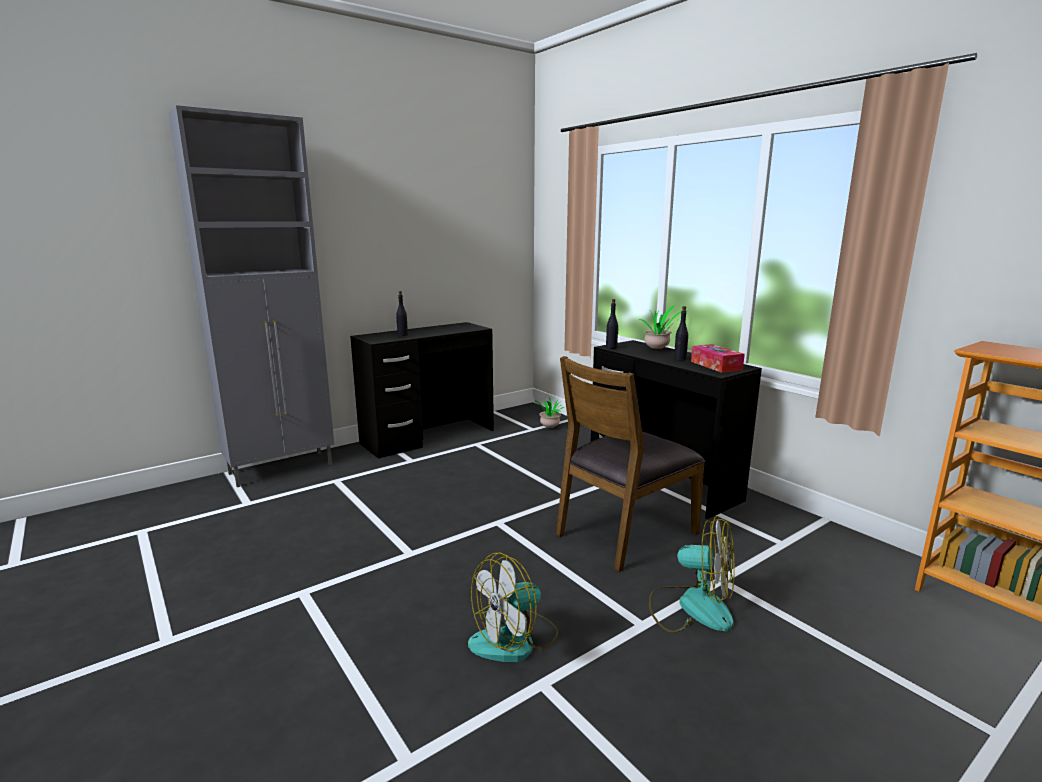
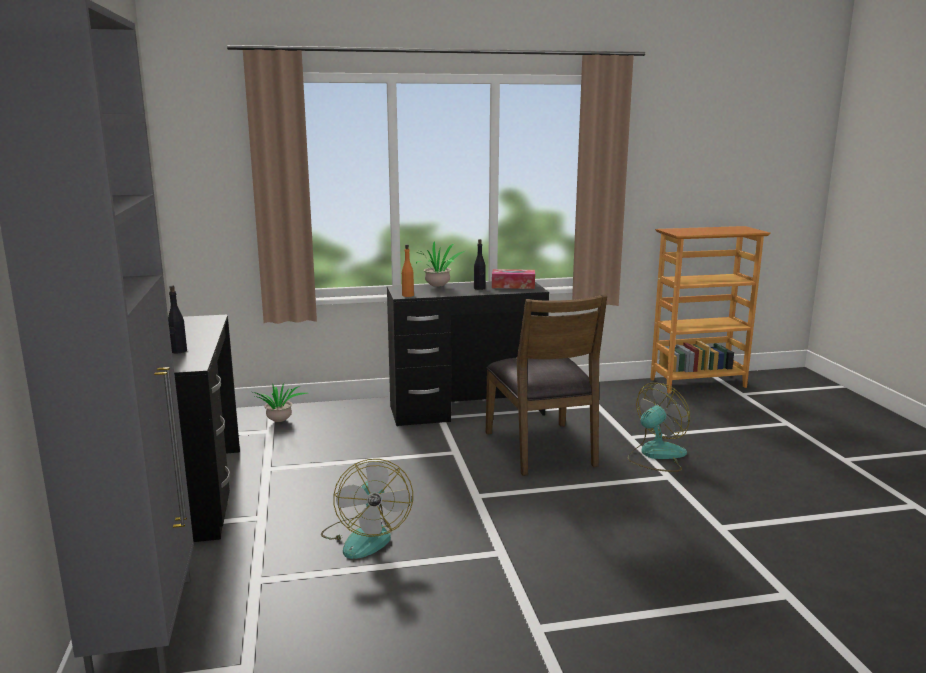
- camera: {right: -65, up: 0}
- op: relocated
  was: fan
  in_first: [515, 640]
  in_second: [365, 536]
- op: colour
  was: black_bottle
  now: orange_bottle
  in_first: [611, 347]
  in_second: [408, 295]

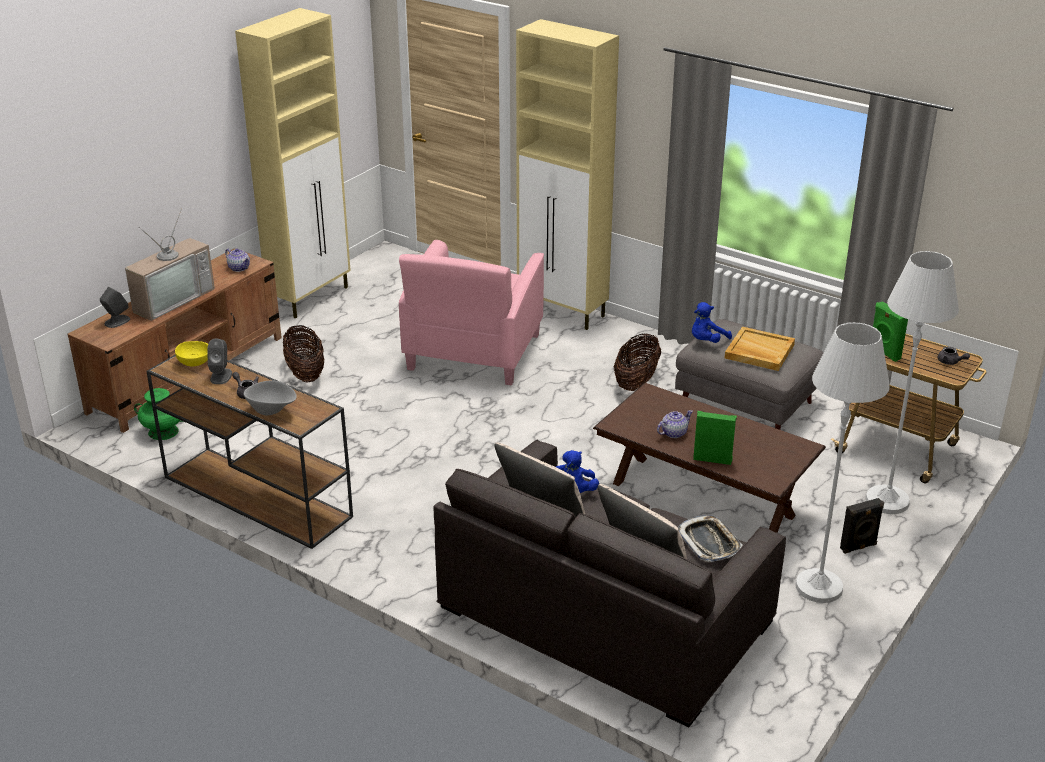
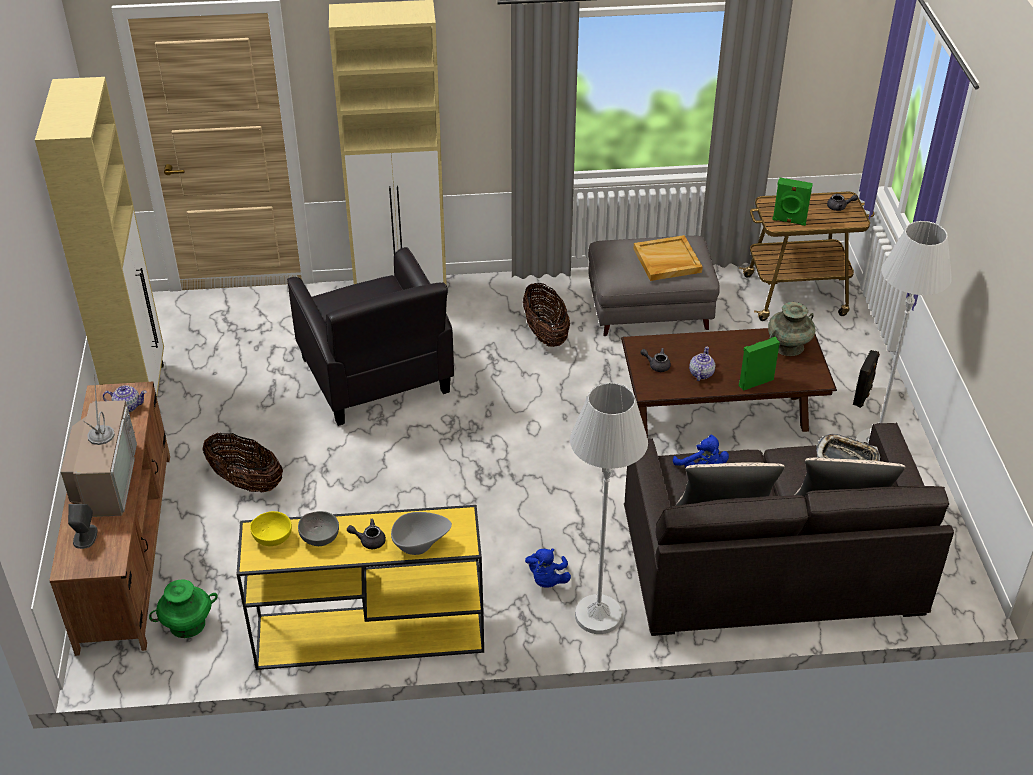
- camera: {right: -40, up: 10}
- op: colour
  was: brown_console_table
  now: yellow_console_table
  in_first: [255, 496]
  in_second: [367, 634]
- op: colour
  was: pink_armchair
  now: black_armchair
  in_first: [473, 353]
  in_second: [375, 376]
- op: exchanged
  was: grey_speaker
  now: grey_bowl
  in_first: [221, 376]
  in_second: [319, 537]
- op: relocated
  was: blue_plush_toy
  in_first: [706, 341]
  in_second: [547, 580]
- op: relocated
  was: white_floor_lamp
  in_first: [887, 501]
  in_second: [598, 615]
- op: appeared
  now: grey_teapot
  in_second: [656, 365]
- op: appeared
  now: turquoise_vase
  in_second: [788, 346]

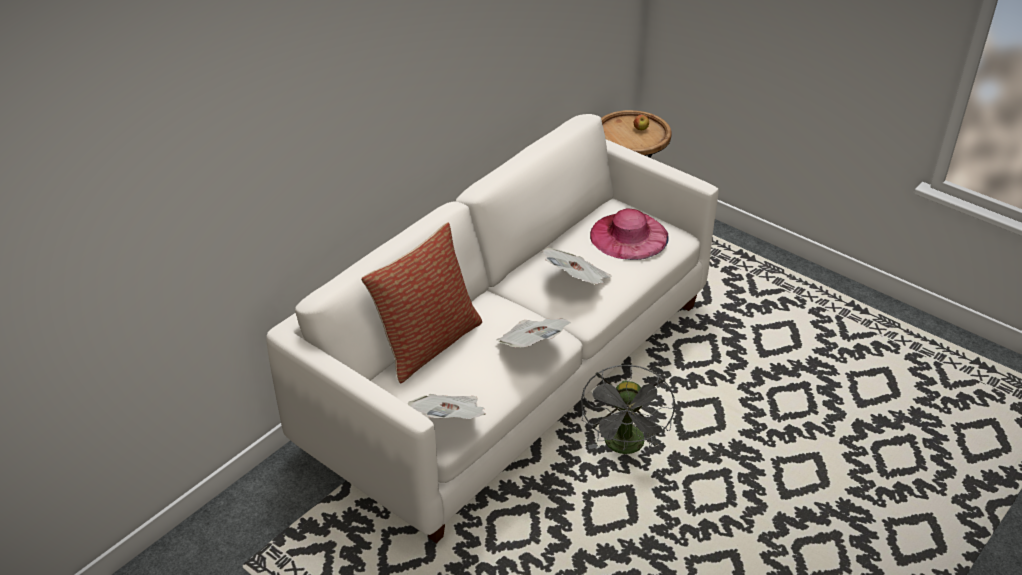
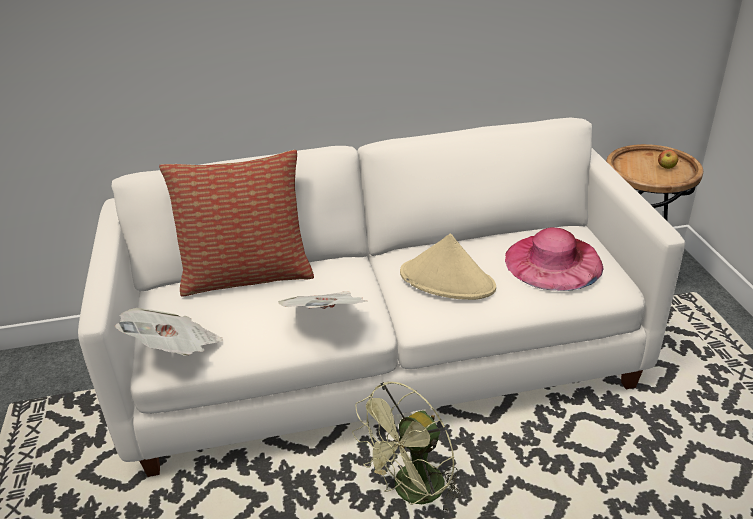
- camera: {right: 40, up: -5}
- op: colour
  was: grey_fan
  now: green_fan
  in_first: [625, 447]
  in_second: [412, 493]
- op: exchanged
  was: newspaper
  now: beige_hat
  in_first: [577, 281]
  in_second: [447, 281]

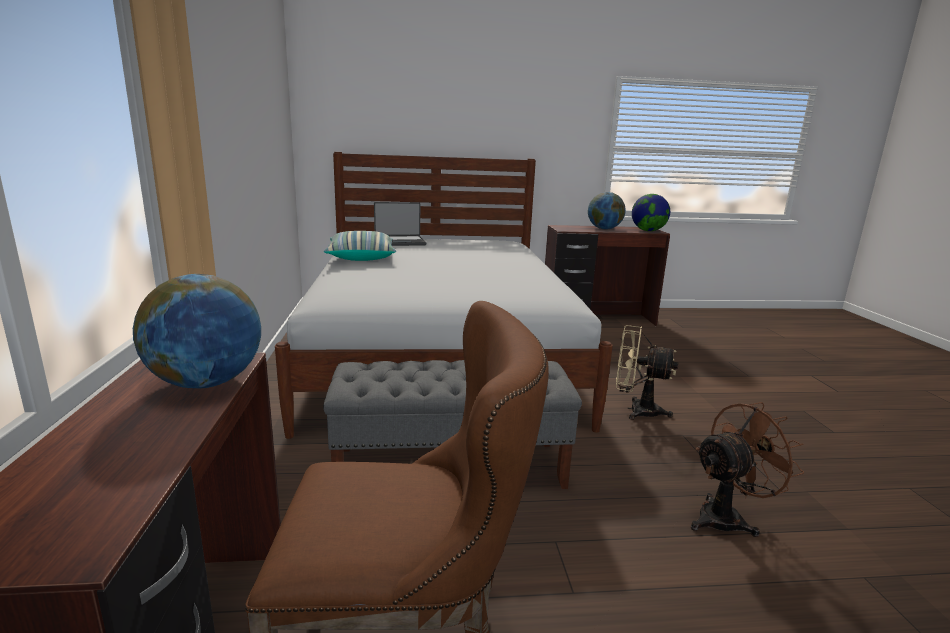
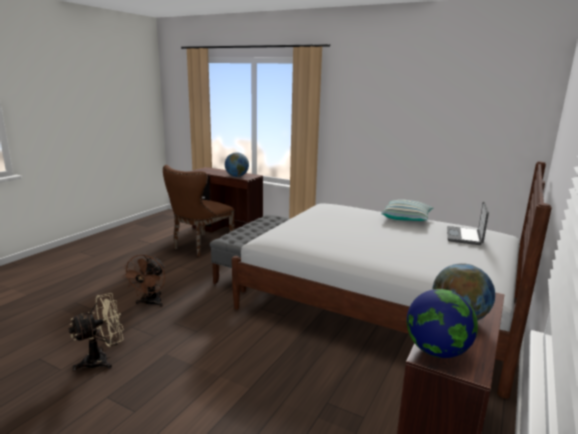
- camera: {right: 125, up: 0}
- op: relocated
  was: beige_fan
  in_first: [636, 410]
  in_second: [102, 360]

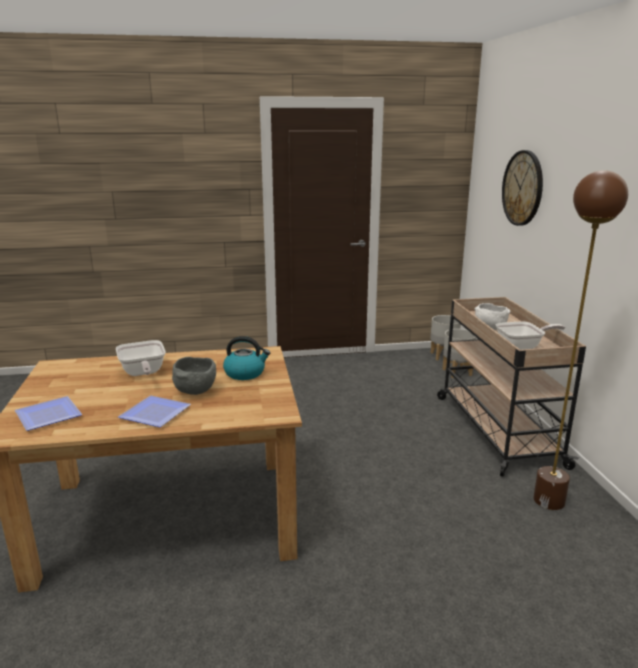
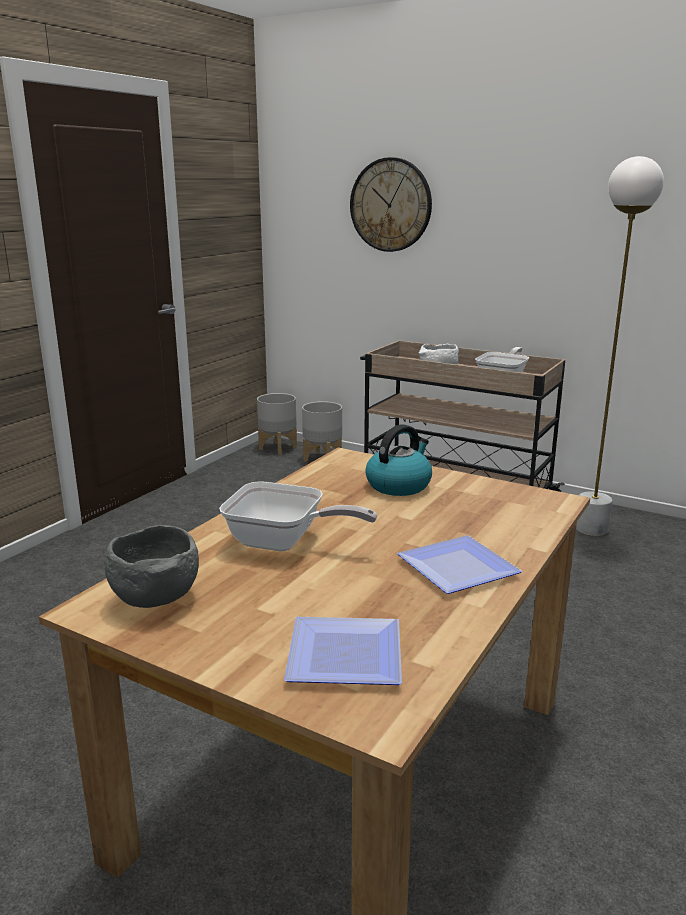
- camera: {right: -50, up: 0}
- op: relocated
  was: grey_bowl
  in_first: [196, 391]
  in_second: [155, 598]
- op: colour
  was: brown_floor_lamp
  now: white_floor_lamp
  in_first: [549, 500]
  in_second: [591, 528]

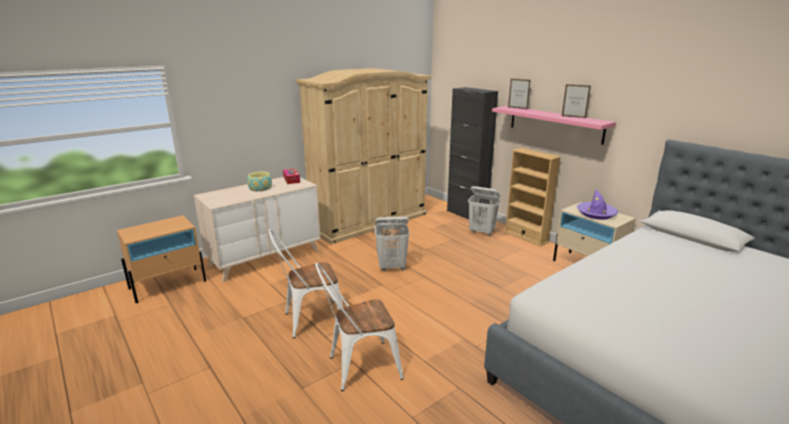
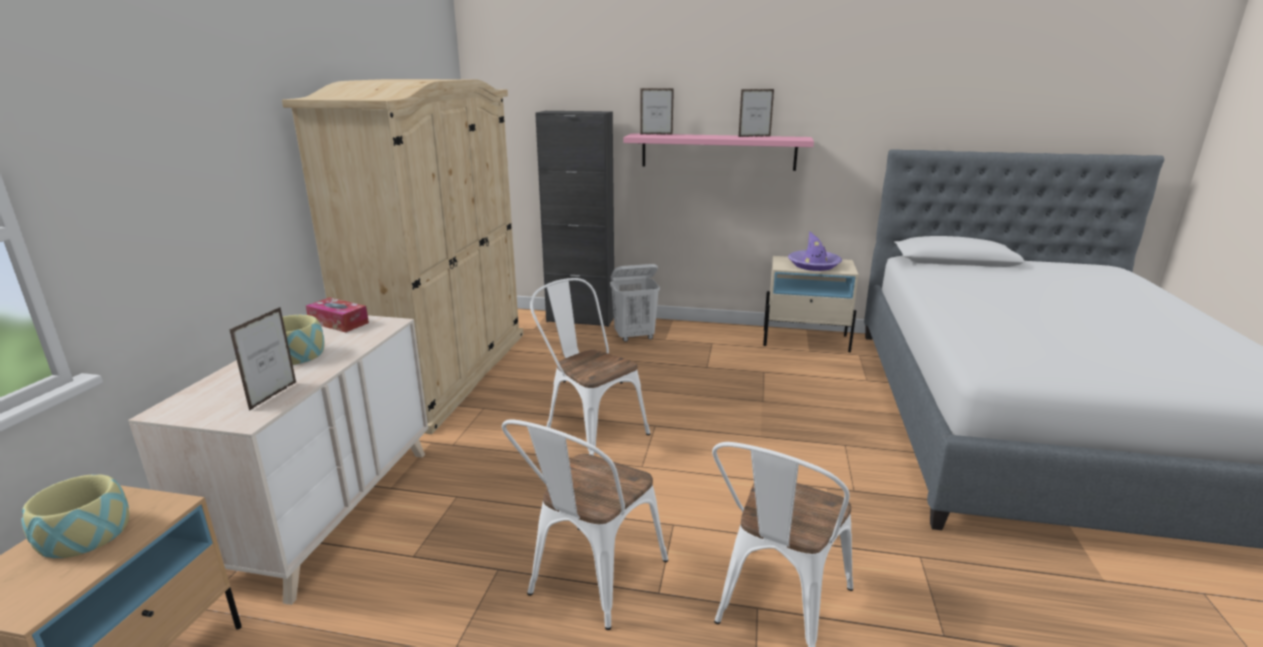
- camera: {right: -40, up: 0}
- op: appeared
  now: bowl
  in_second: [85, 534]
- op: appeared
  now: picture_frame
  in_second: [274, 396]
- op: exchanged
  was: white_laundry_basket
  now: white_chair
  in_first: [392, 267]
  in_second: [589, 431]
- op: missing
  was: beige_bookcase
  in_first: [526, 237]

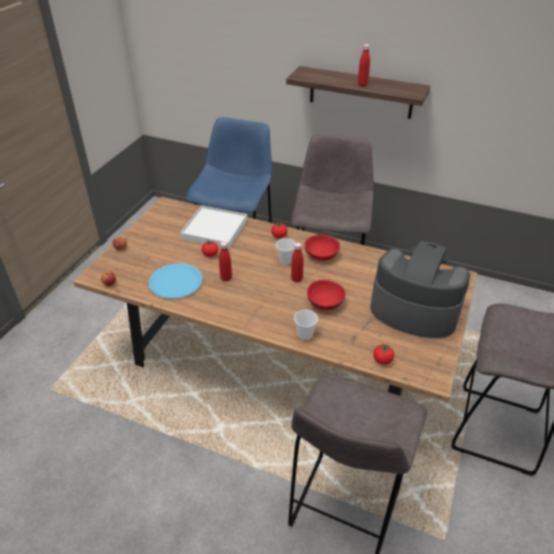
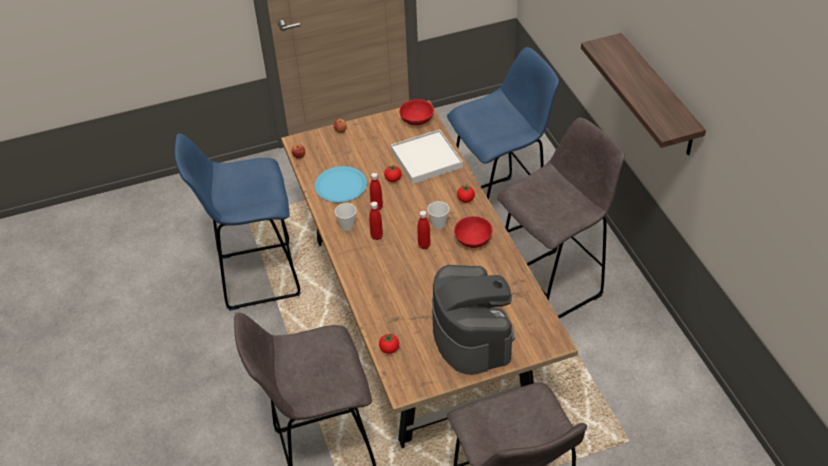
- camera: {right: 50, up: 5}
- op: appeared
  now: blue_stool
  in_second: [255, 276]
- op: relocated
  was: cup
  in_first: [305, 335]
  in_second: [347, 226]
- op: relocated
  was: red_bottle
  in_first: [362, 85]
  in_second: [376, 236]
- op: relocated
  was: red_bowl
  in_first: [324, 303]
  in_second: [416, 119]

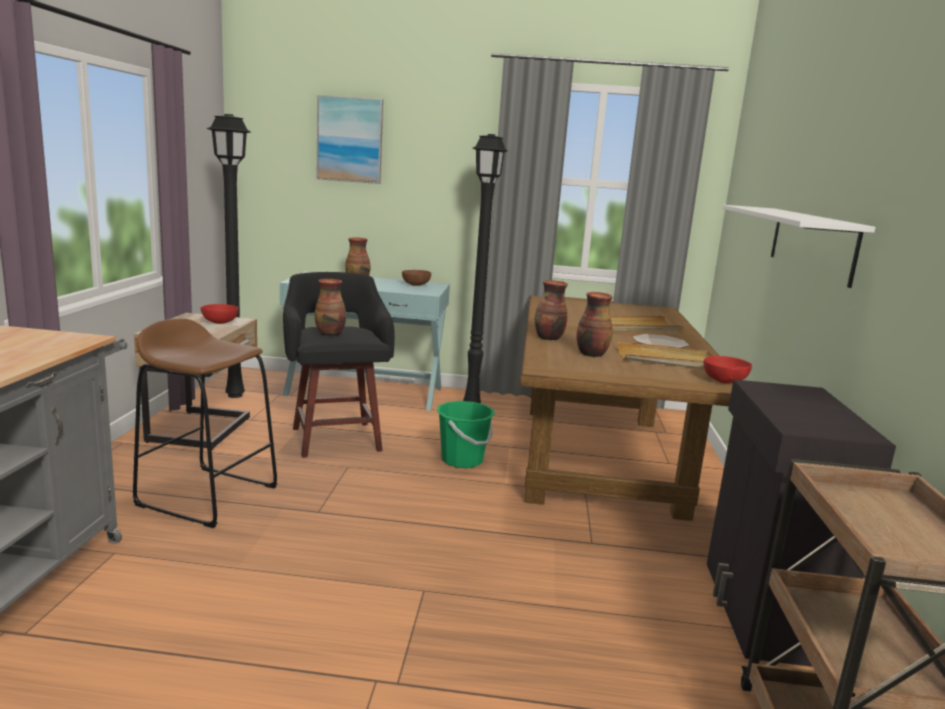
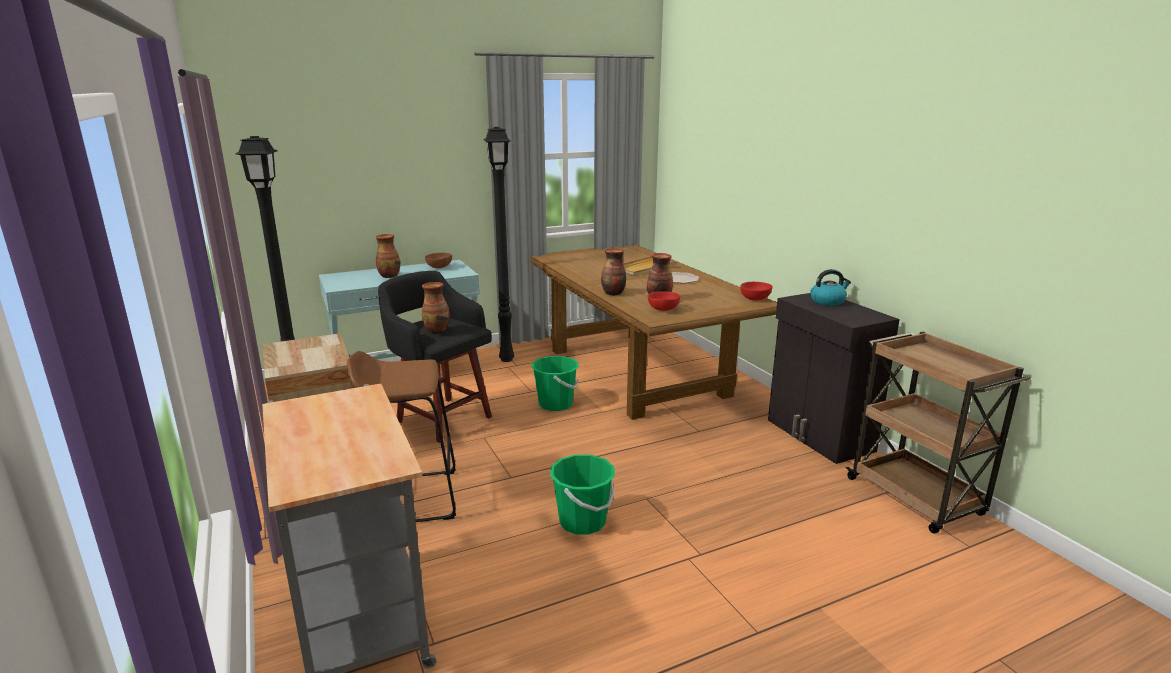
- camera: {right: -30, up: 5}
- op: appeared
  now: green_bucket
  in_second: [582, 522]
- op: relocated
  was: red_bowl
  in_first: [218, 323]
  in_second: [662, 310]
- op: appeared
  now: kettle
  in_second: [828, 301]
- op: missing
  was: picture
  in_first: [350, 140]
- op: missing
  was: beige_tray
  in_first: [667, 360]
- op: missing
  was: white_shelf
  in_first: [811, 243]

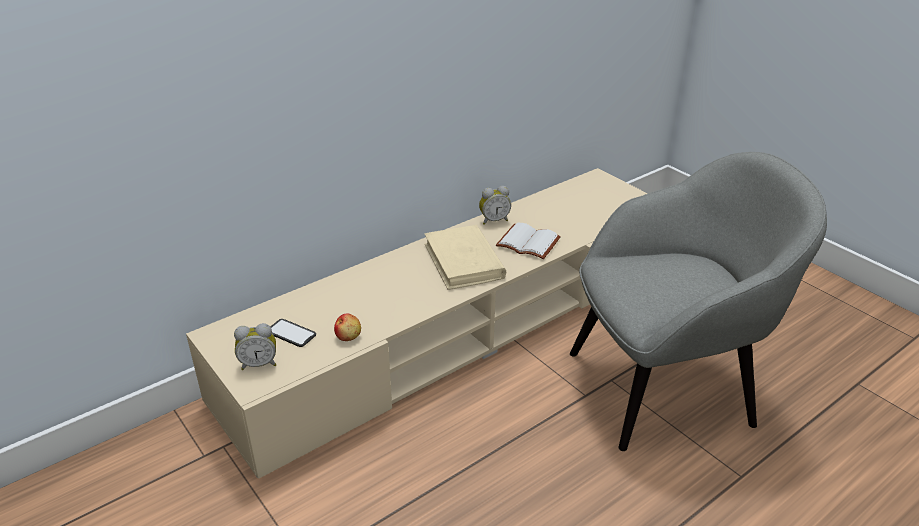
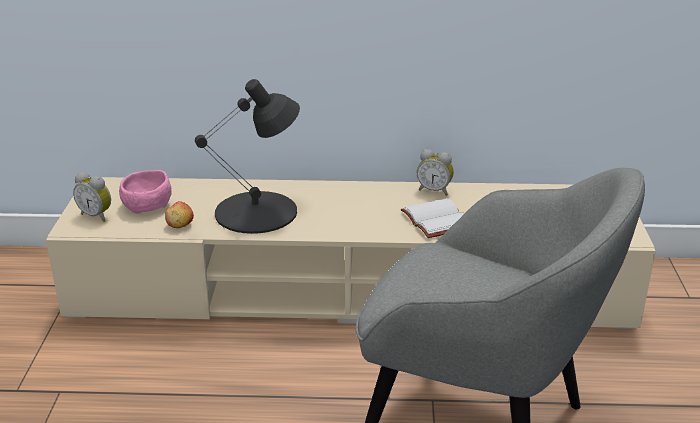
- camera: {right: 40, up: -5}
- op: exchanged
  was: phone
  now: pink_bowl
  in_first: [291, 333]
  in_second: [146, 206]
- op: appeared
  now: black_table_lamp
  in_second: [257, 212]
- op: missing
  was: beige_book
  in_first: [463, 261]

